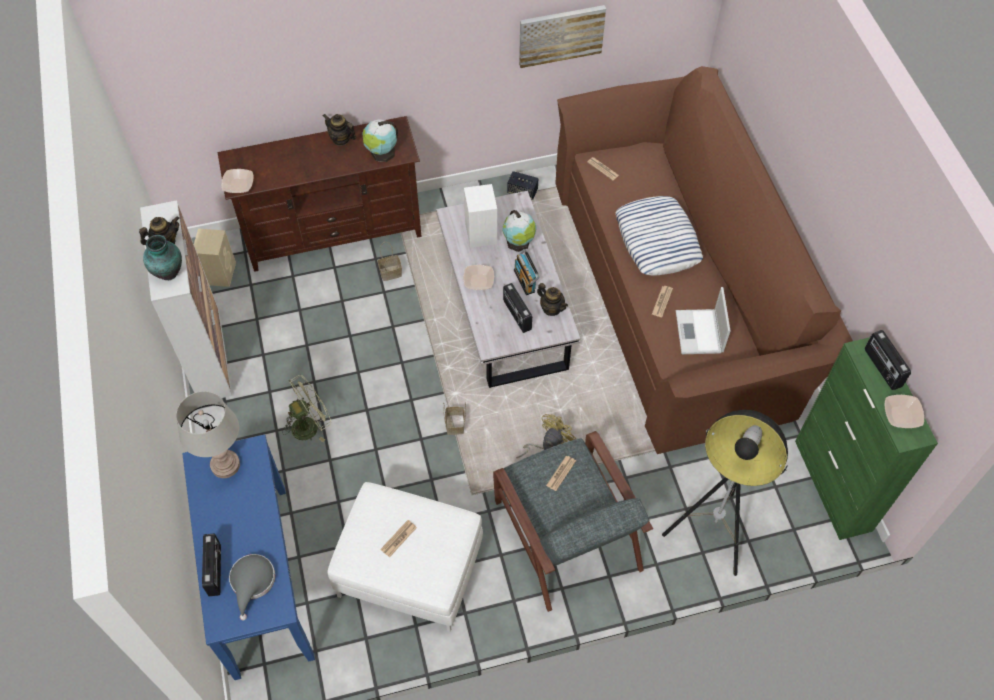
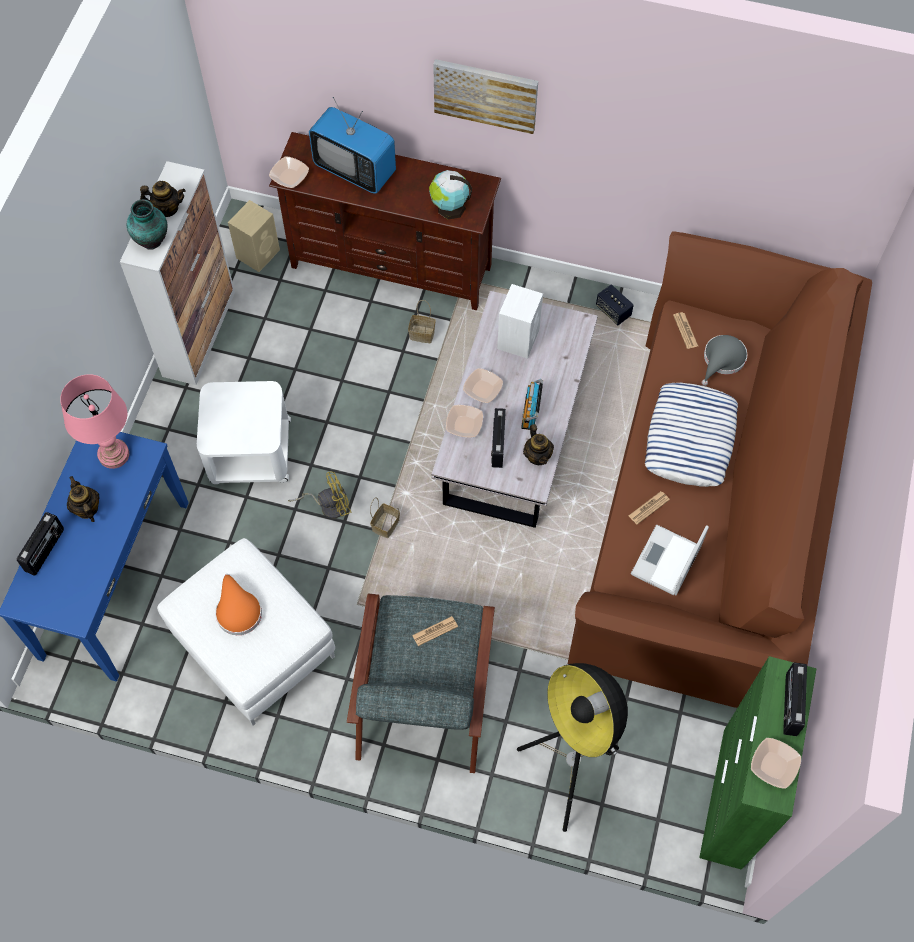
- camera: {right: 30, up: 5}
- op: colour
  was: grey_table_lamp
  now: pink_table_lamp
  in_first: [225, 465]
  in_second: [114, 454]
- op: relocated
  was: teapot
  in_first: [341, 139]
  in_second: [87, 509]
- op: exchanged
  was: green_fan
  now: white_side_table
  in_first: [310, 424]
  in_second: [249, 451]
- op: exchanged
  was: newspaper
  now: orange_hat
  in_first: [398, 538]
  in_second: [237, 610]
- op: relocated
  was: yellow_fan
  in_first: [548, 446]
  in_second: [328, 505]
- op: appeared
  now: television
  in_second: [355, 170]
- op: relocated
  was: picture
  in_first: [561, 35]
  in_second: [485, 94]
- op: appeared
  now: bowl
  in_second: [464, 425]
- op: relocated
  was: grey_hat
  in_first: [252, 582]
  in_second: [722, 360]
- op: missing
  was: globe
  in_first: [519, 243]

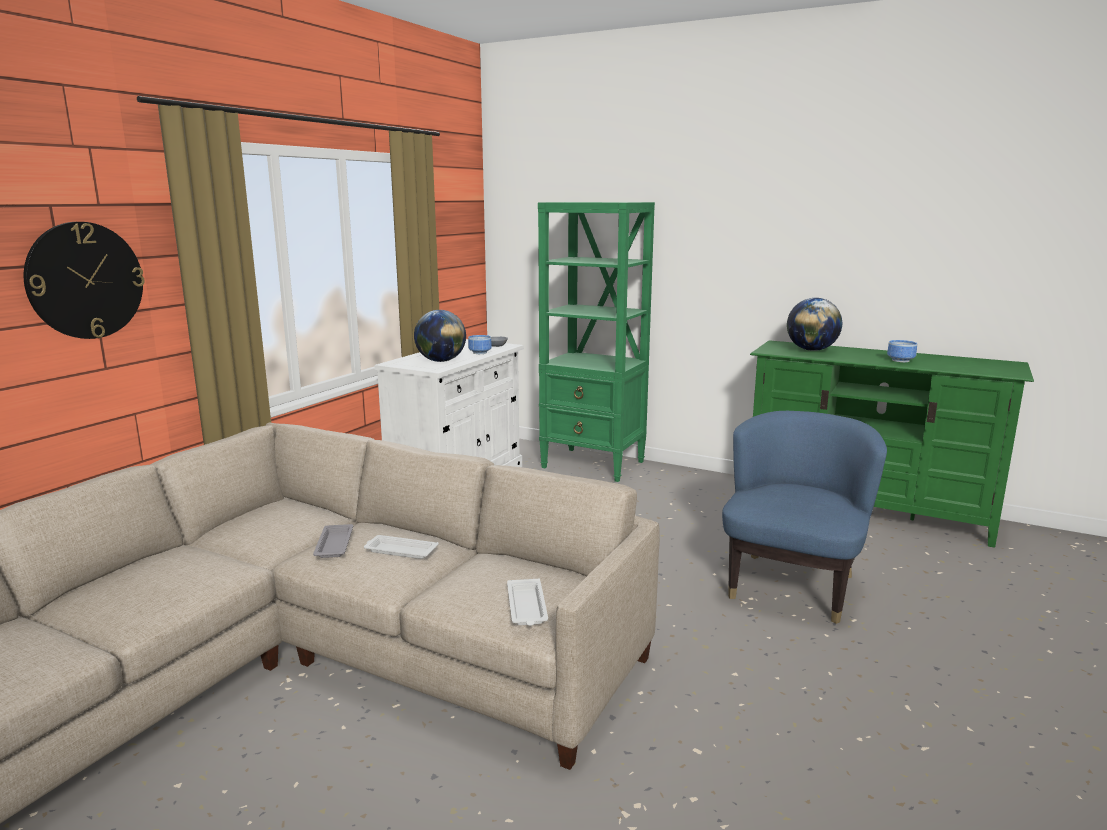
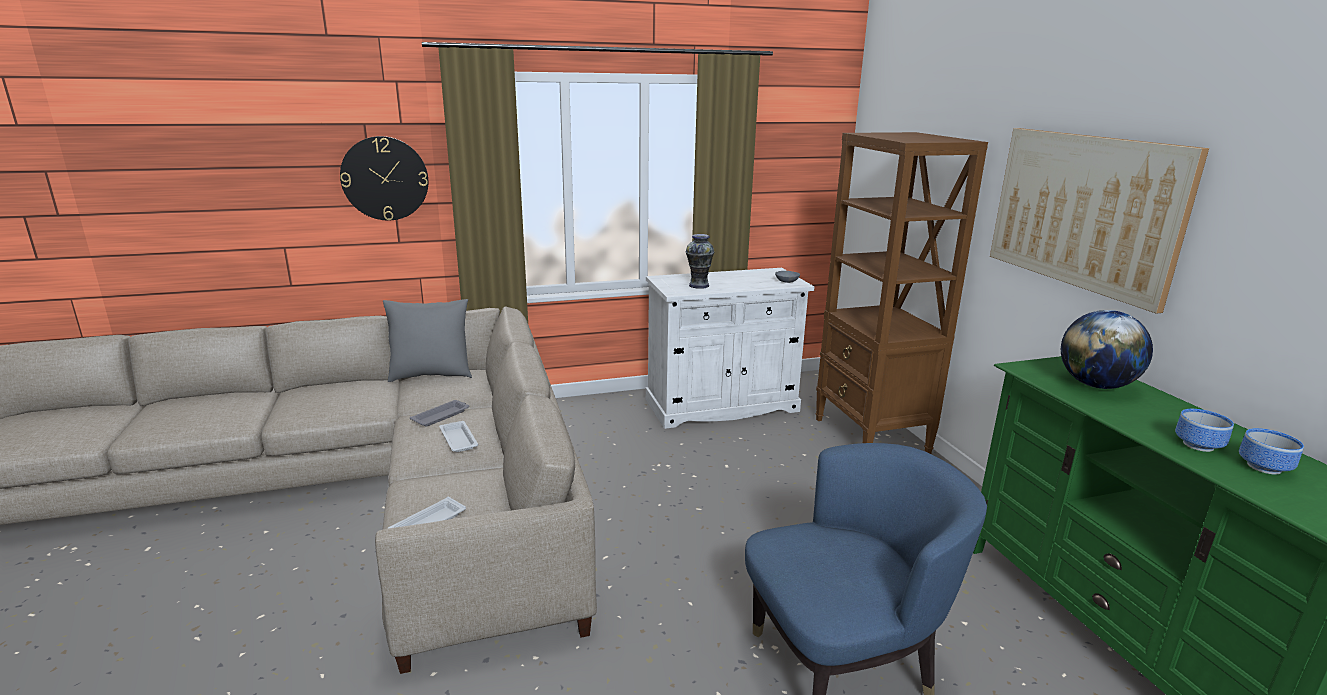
- camera: {right: 45, up: 5}
- op: appeared
  now: grey_pillow
  in_second: [431, 375]
- op: exchanged
  was: globe
  now: vase
  in_first: [441, 361]
  in_second: [699, 285]
- op: colour
  was: green_bookcase
  now: brown_bookcase
  in_first: [594, 465]
  in_second: [871, 436]
- op: appeared
  now: picture
  in_second: [1084, 211]
- op: relocated
  was: bowl
  in_first: [479, 352]
  in_second: [1263, 466]

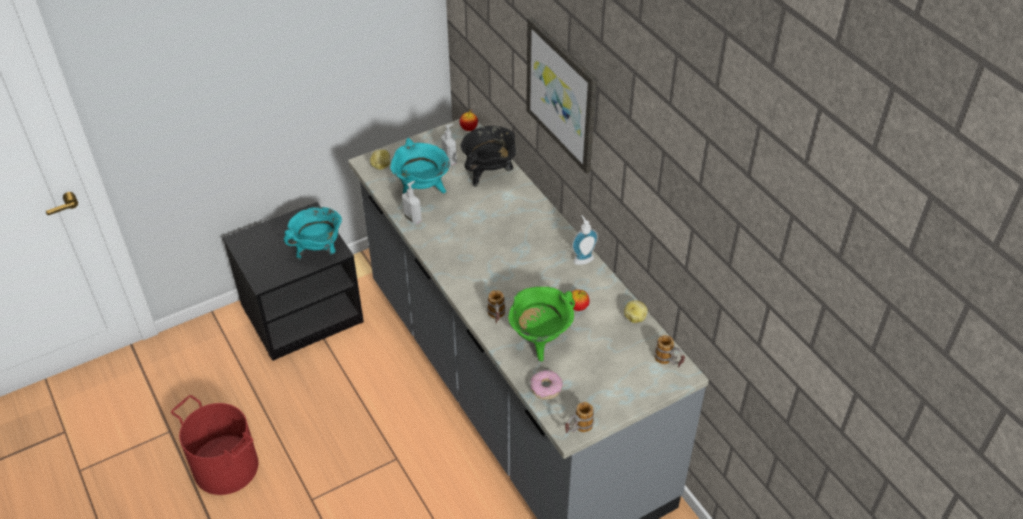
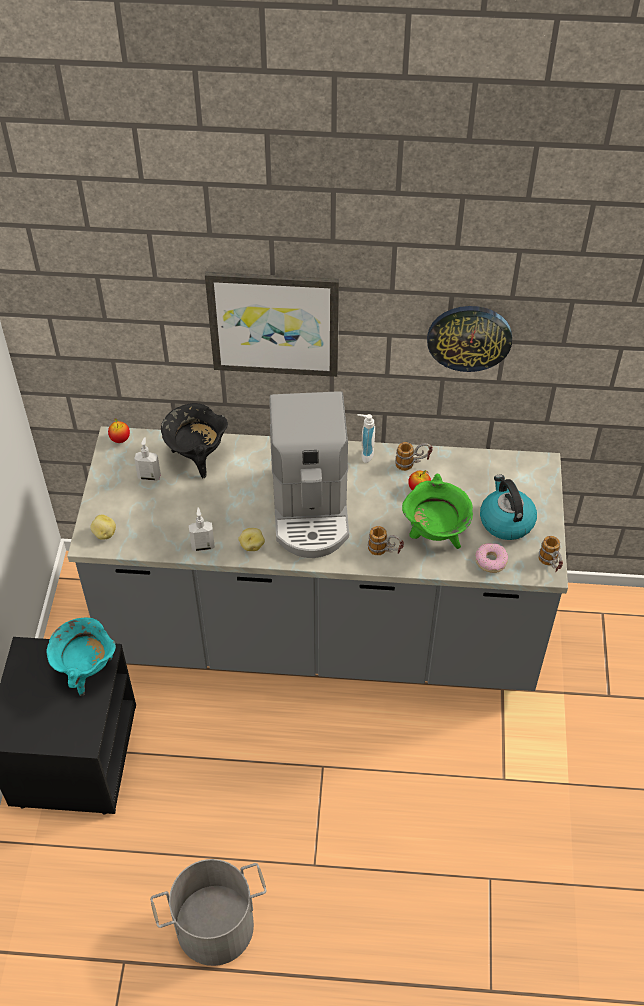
- camera: {right: -55, up: 5}
- op: colour
  was: red_bucket
  now: grey_bucket
  in_first: [226, 466]
  in_second: [214, 925]
- op: relocated
  was: potato
  in_first: [635, 317]
  in_second: [252, 545]
- op: appeared
  now: coffee_machine
  in_second: [310, 508]
- op: relocated
  was: mug
  in_first: [669, 363]
  in_second: [412, 464]
- op: appeared
  now: wall_clock
  in_second: [469, 337]
- op: appeared
  now: kettle
  in_second: [505, 521]
- op: missing
  was: turquoise_cooking_pot
  in_first: [422, 190]

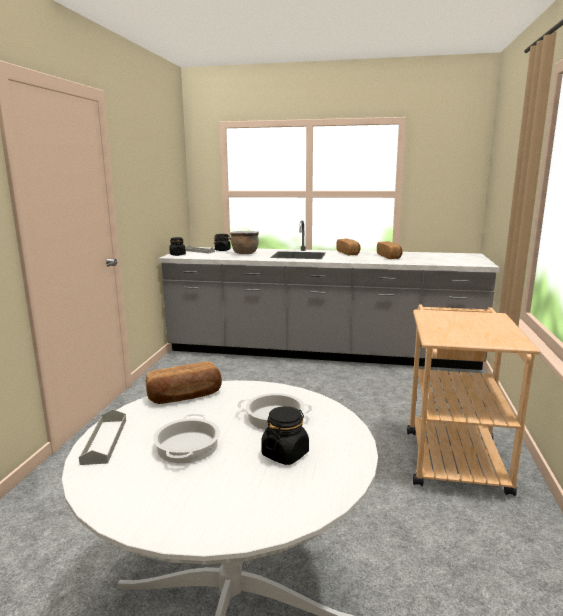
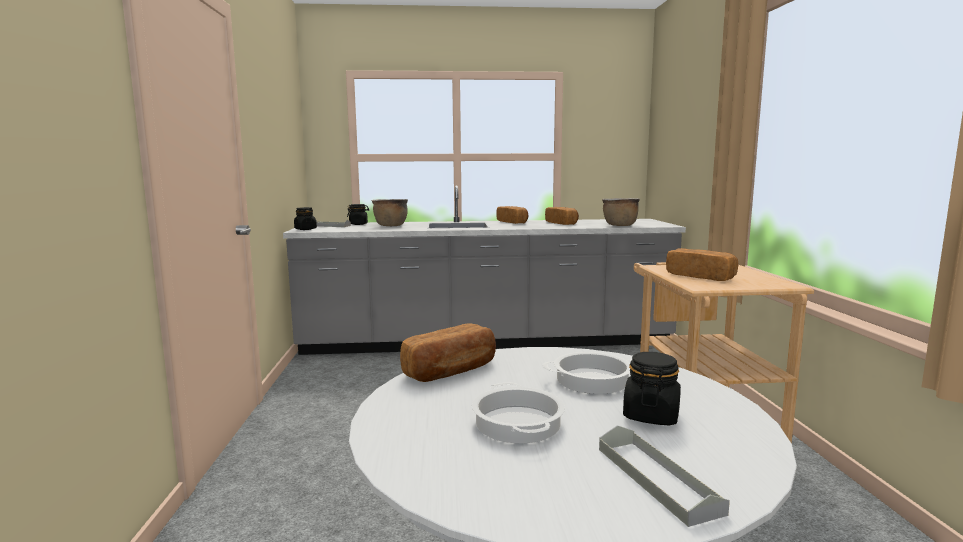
- camera: {right: -15, up: -5}
- op: relocated
  was: grey_tray
  in_first: [104, 441]
  in_second: [656, 479]
- op: appeared
  now: brown_cooking_pot
  in_second: [619, 225]
- op: appeared
  now: bread
  in_second: [700, 276]

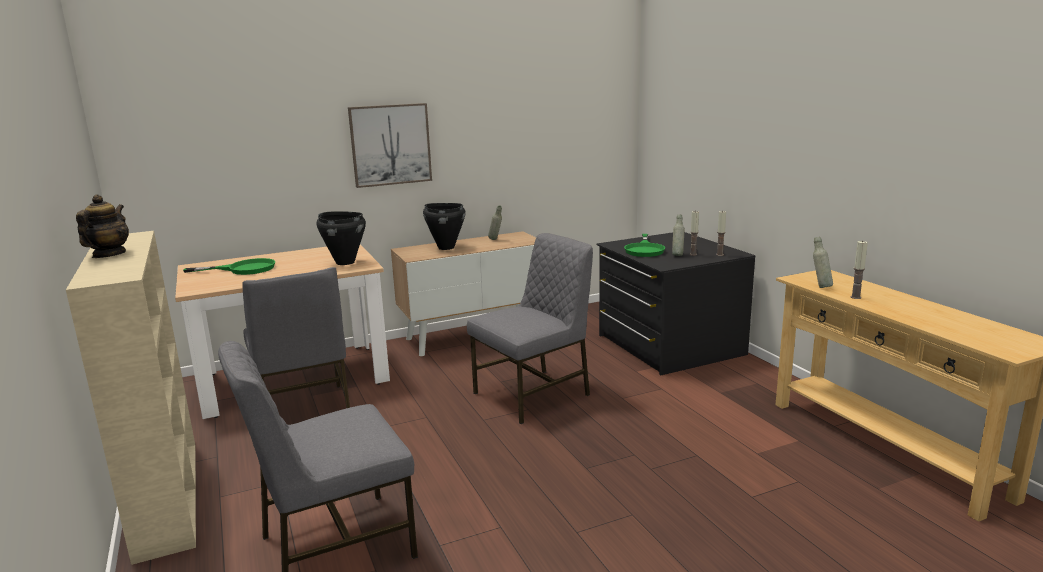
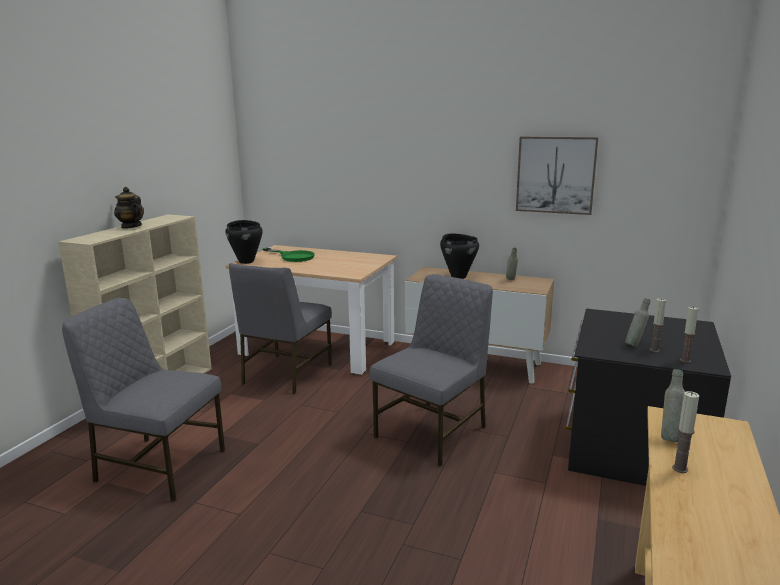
- camera: {right: 45, up: 0}
- op: spun
  was: teapot
  in_first: [108, 255]
  in_second: [131, 226]
  clockwise: -105
- op: relocated
  was: black_cooking_pot
  in_first: [345, 262]
  in_second: [246, 261]
- op: spun
  was: grey_chair
  in_first: [534, 394]
  in_second: [433, 432]
  clockwise: -60
- op: relocated
  was: picture
  in_first: [390, 144]
  in_second: [555, 175]
- op: missing
  was: green_frying_pan
  in_first: [644, 249]

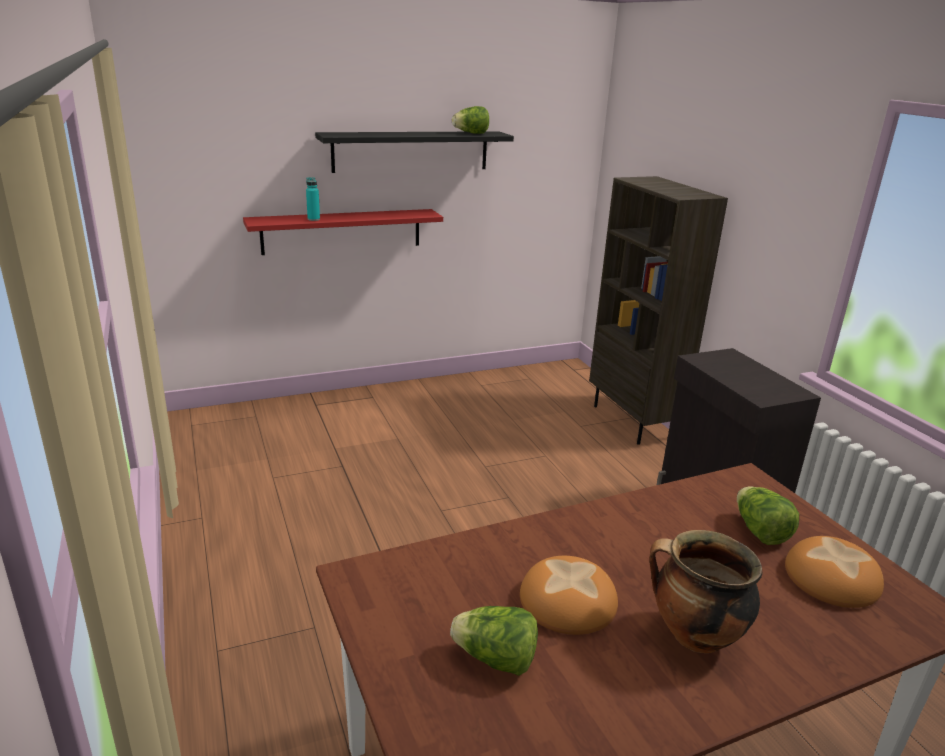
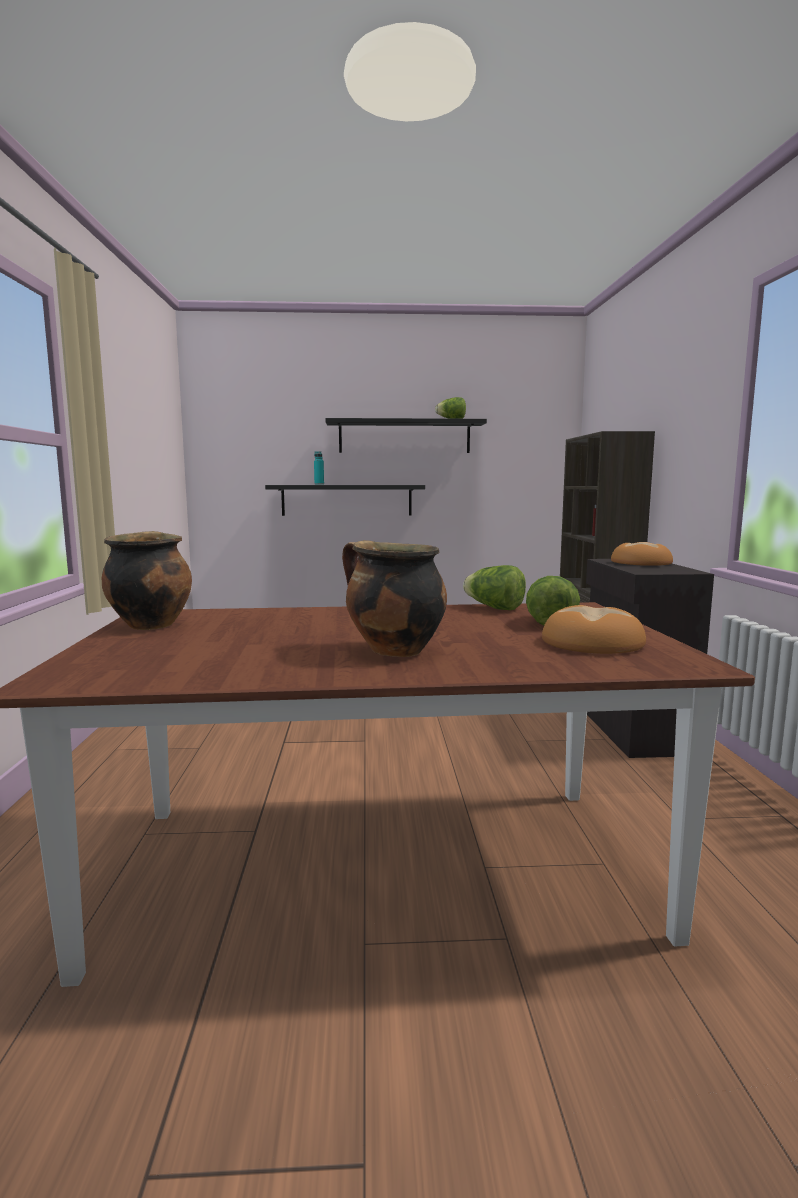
- camera: {right: 20, up: -15}
- op: appeared
  now: cooking_pot
  in_second: [150, 625]
- op: colour
  was: red_shelf
  now: black_shelf
  in_first: [342, 231]
  in_second: [346, 500]
- op: relocated
  was: lettuce
  in_first: [495, 659]
  in_second: [494, 608]
- op: relocated
  was: bread
  in_first: [567, 602]
  in_second: [640, 563]

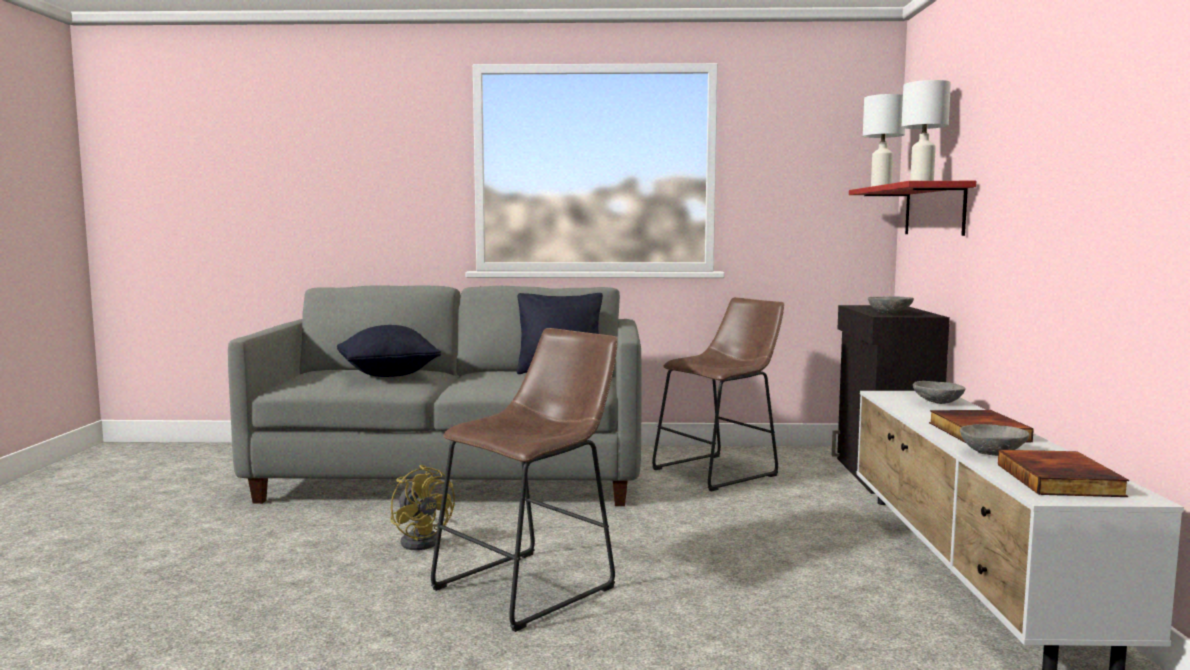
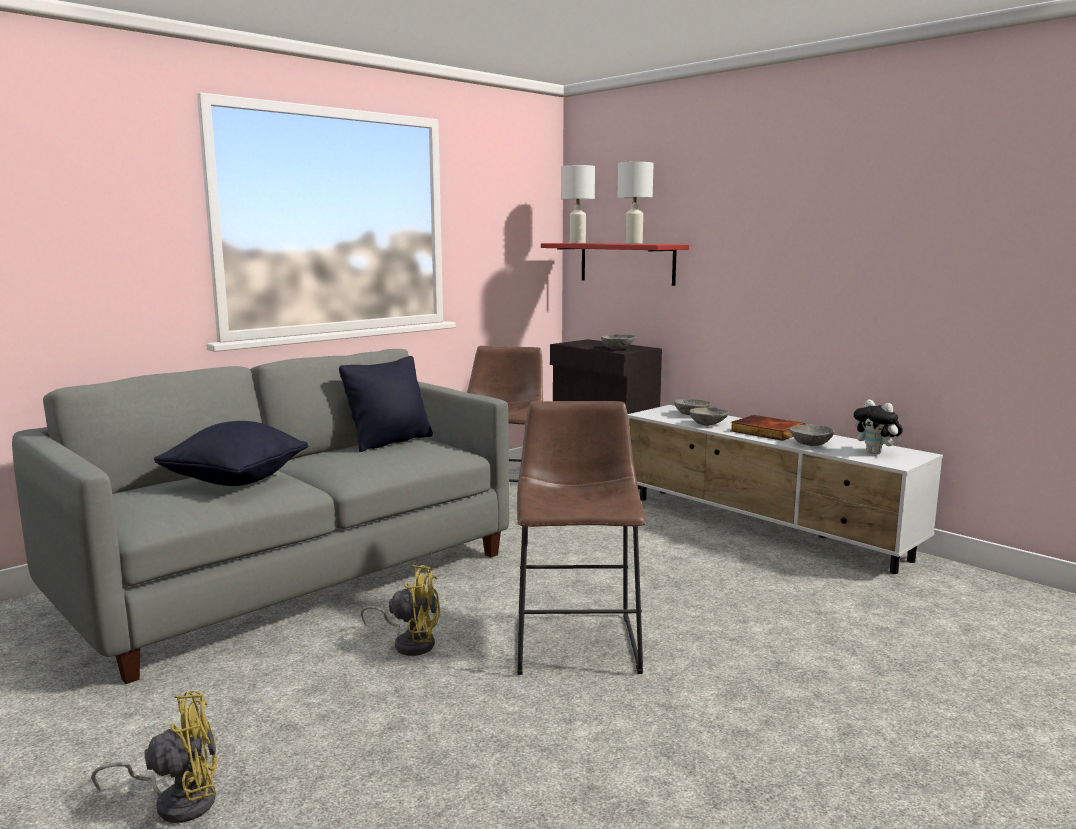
- camera: {right: -45, up: 5}
- op: appeared
  now: yellow_fan
  in_second: [177, 801]
- op: appeared
  now: grey_bowl
  in_second: [708, 424]
- op: exchanged
  was: book
  now: plush_toy
  in_first: [1061, 480]
  in_second: [876, 453]

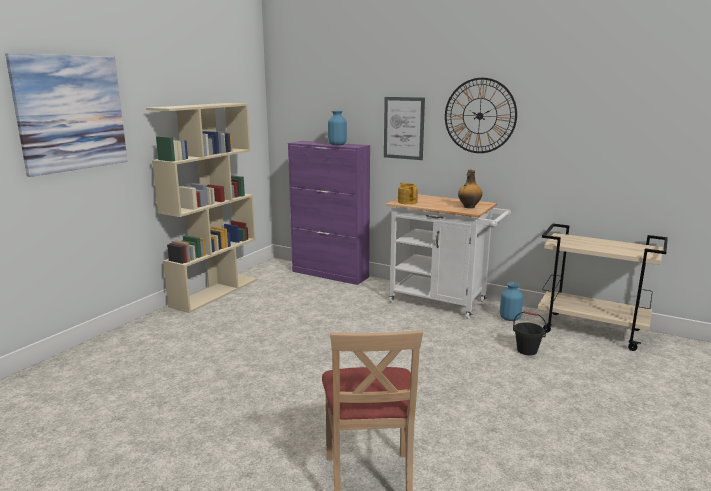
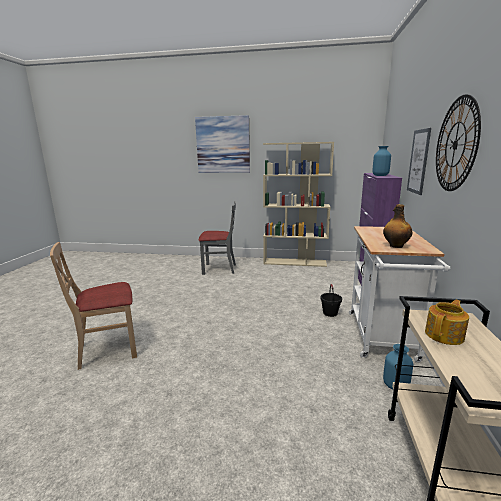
- camera: {right: 70, up: 0}
- op: appeared
  now: grey_chair
  in_second: [219, 269]
- op: relocated
  was: black_bucket
  in_first: [527, 350]
  in_second: [330, 313]
- op: relocated
  was: teapot
  in_first: [407, 202]
  in_second: [445, 335]

